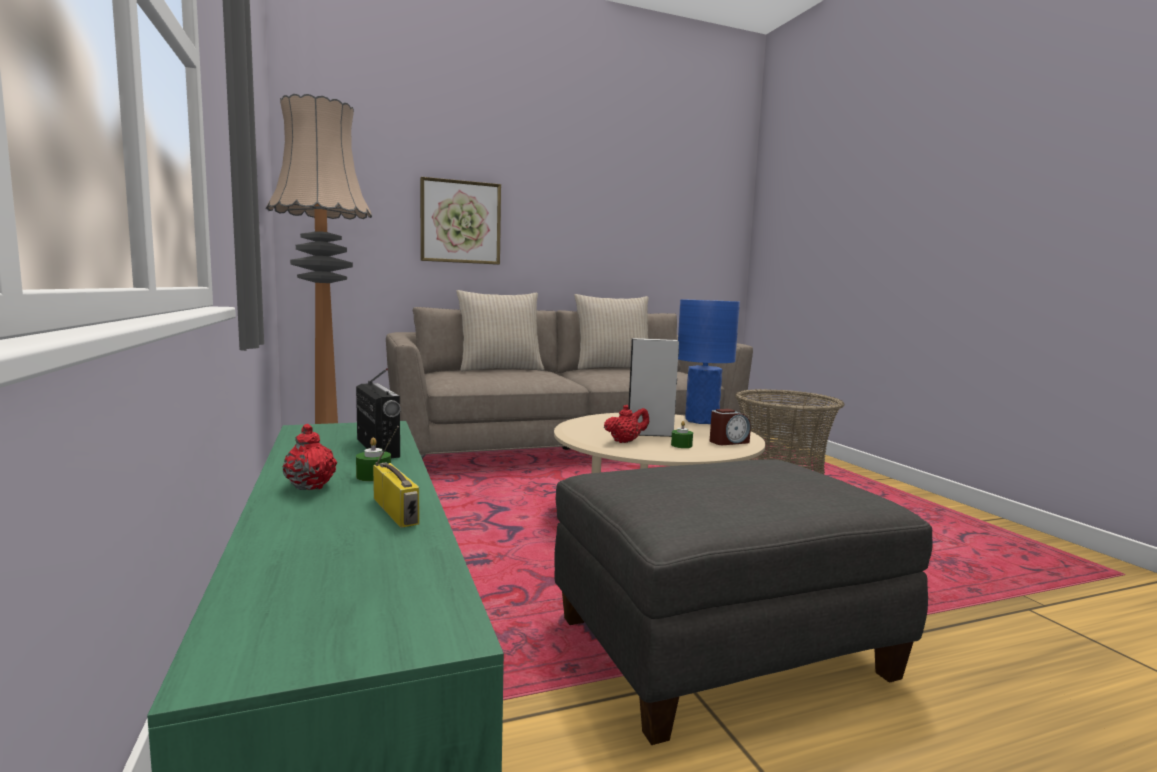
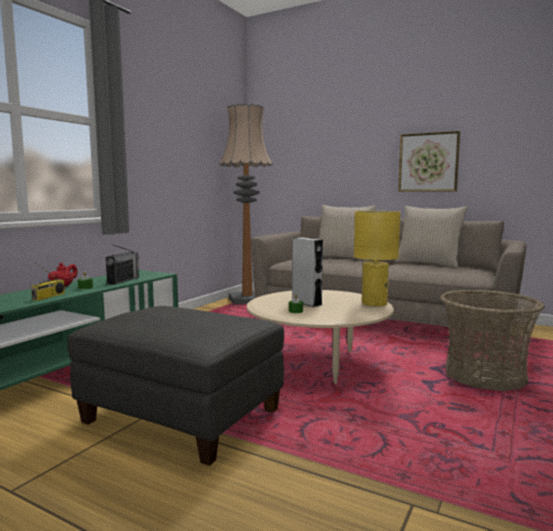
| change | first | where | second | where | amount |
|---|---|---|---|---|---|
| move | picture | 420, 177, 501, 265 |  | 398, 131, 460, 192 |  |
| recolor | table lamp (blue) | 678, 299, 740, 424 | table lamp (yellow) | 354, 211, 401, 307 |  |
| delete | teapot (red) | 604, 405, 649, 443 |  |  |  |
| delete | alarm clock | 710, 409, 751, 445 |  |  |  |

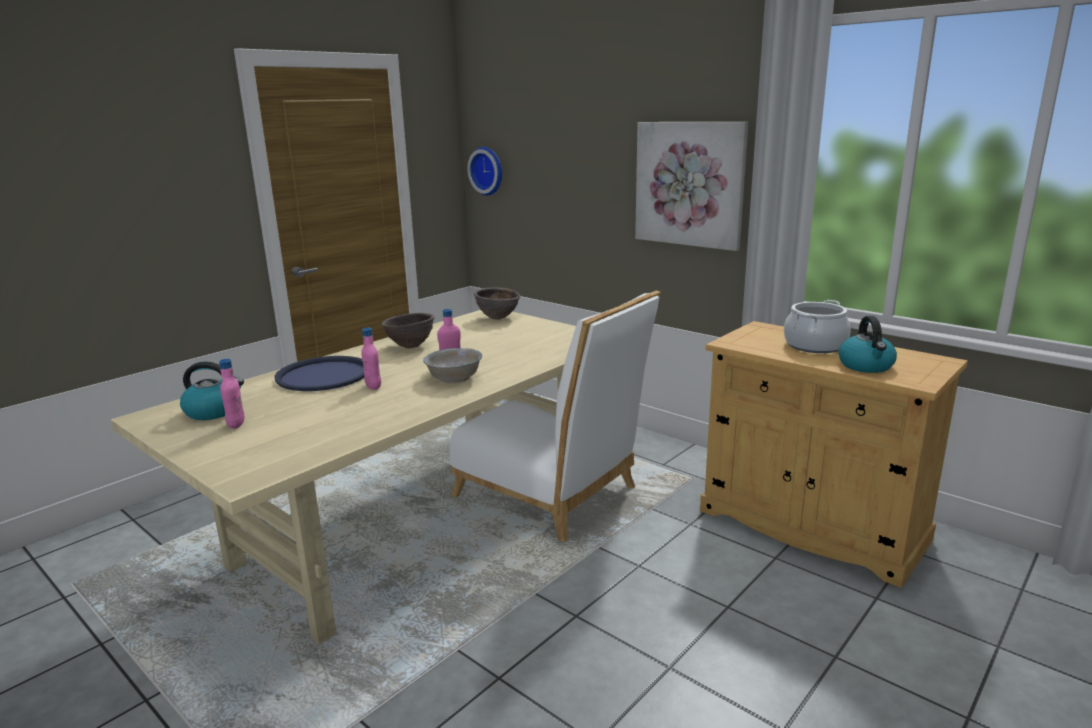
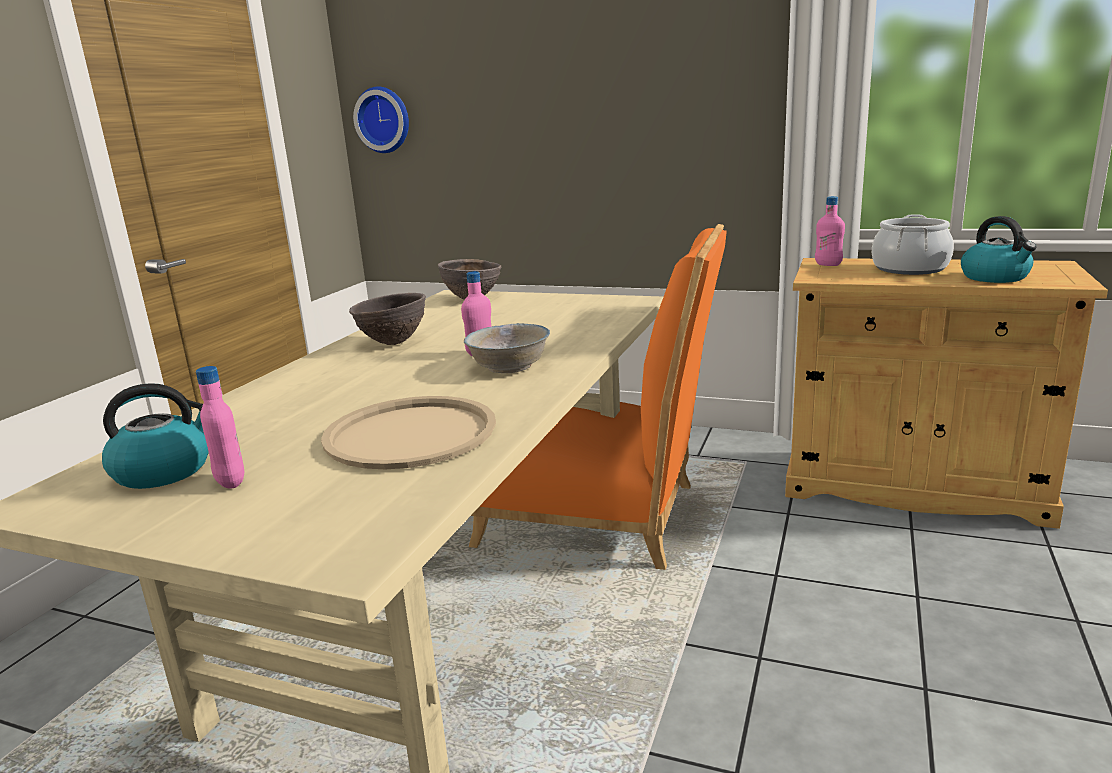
| change | first | where | second | where | amount |
|---|---|---|---|---|---|
| delete | picture | 635, 122, 748, 251 |  |  |  |
| recolor | chair (white) | 450, 290, 661, 542 | chair (orange) | 469, 224, 727, 570 |  |
| move | bottle (pink) | 361, 328, 381, 390 |  | 815, 196, 845, 266 |  |
| delete | tray (blue) | 274, 356, 364, 391 |  |  |  |
| insert |  |  | tray (beige) | 321, 396, 496, 469 |  |

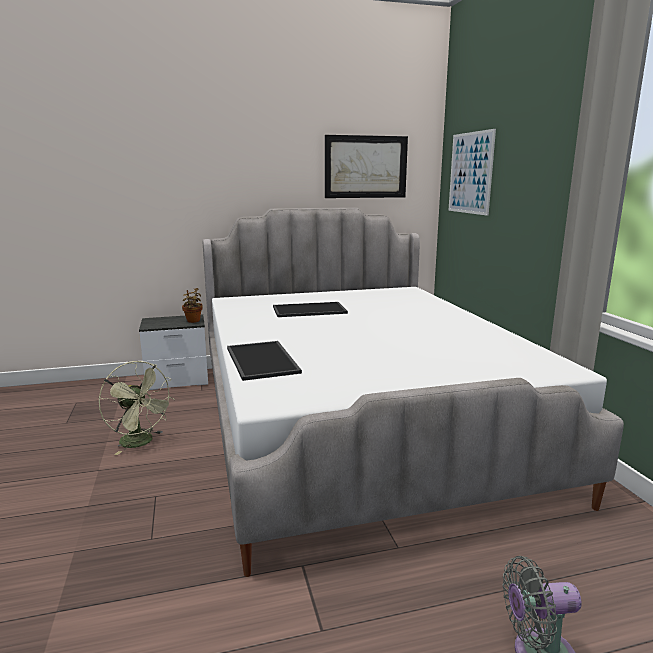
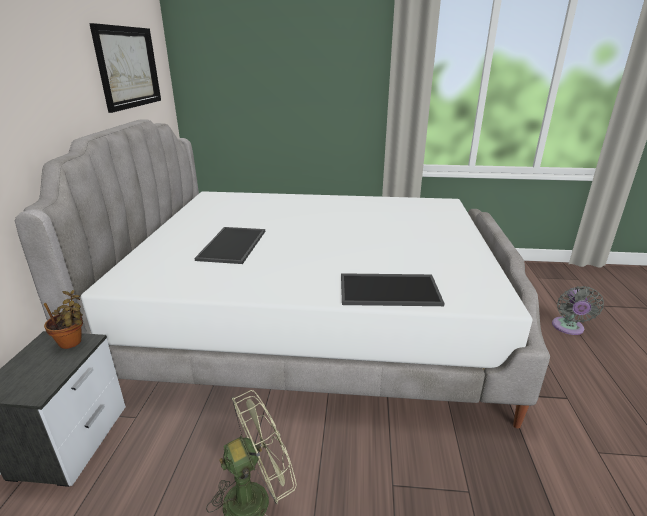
| change | first | where | second | where | amount |
|---|---|---|---|---|---|
| delete | picture | 448, 129, 496, 216 |  |  |  |

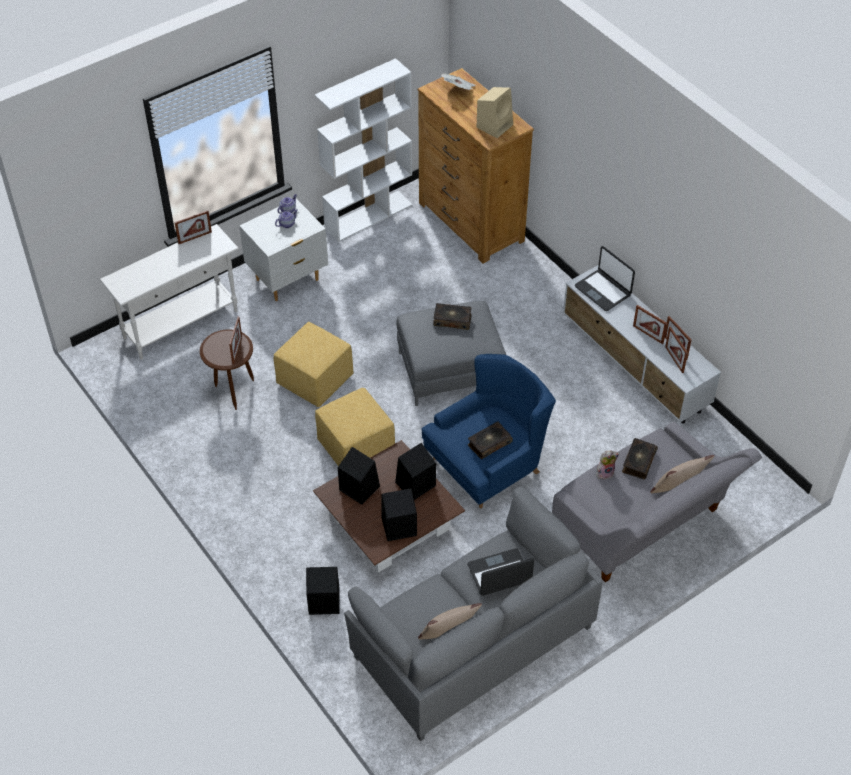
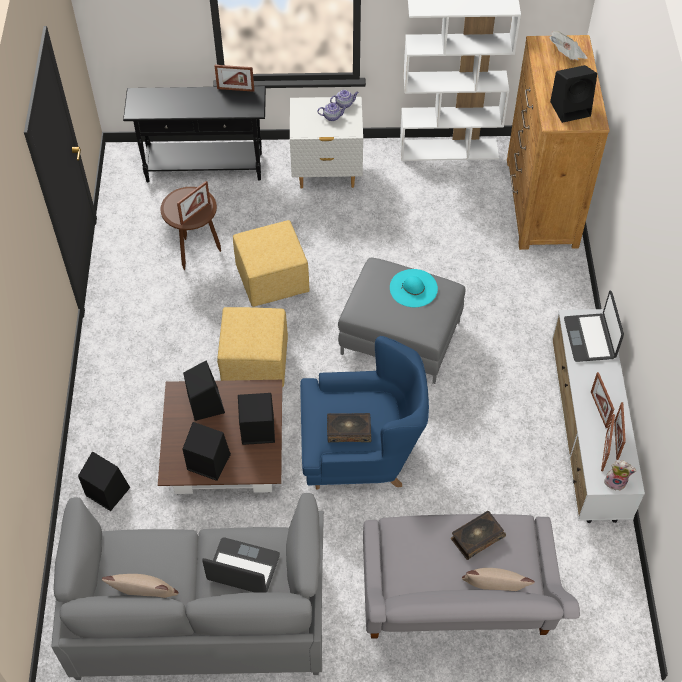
| change | first | where | second | where | amount |
|---|---|---|---|---|---|
| recolor | speaker (beige) | 477, 87, 513, 138 | speaker (black) | 550, 65, 597, 123 |  |
| recolor | console table (white) | 100, 224, 239, 360 | console table (black) | 123, 86, 266, 182 |  |
| replace | book | 433, 303, 471, 330 | hat (turquoise) | 390, 269, 438, 307 |  |
| move | plush toy | 596, 450, 620, 480 |  | 604, 460, 637, 491 |  |

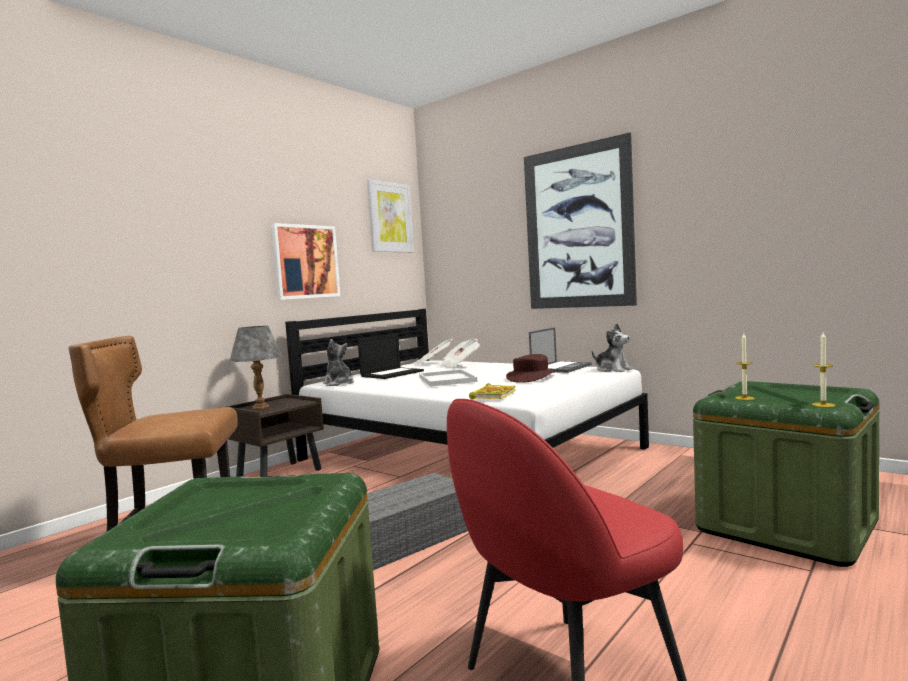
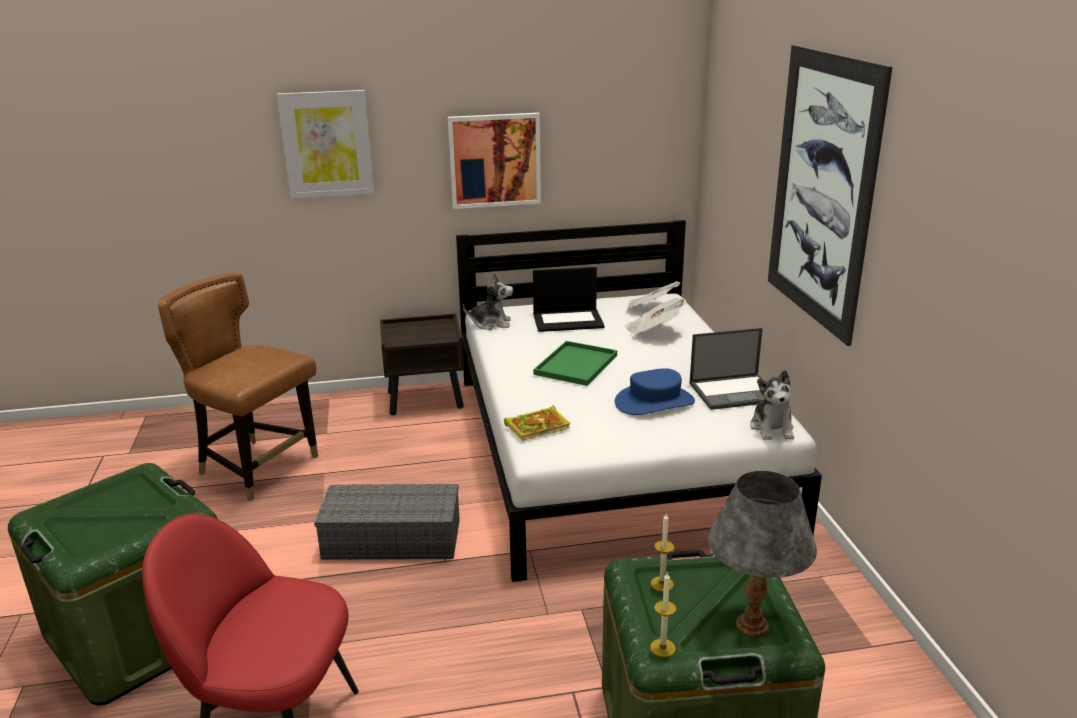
| change | first | where | second | where | amount |
|---|---|---|---|---|---|
| move | picture | 367, 179, 414, 252 |  | 277, 90, 374, 199 |  |
| move | table lamp (grey) | 230, 326, 282, 409 |  | 708, 471, 817, 637 |  |
| rotate | plush toy | 323, 339, 354, 386 |  | 463, 273, 513, 330 | 90 degrees clockwise |
| recolor | hat (brown) | 506, 354, 556, 383 | hat (blue) | 615, 368, 695, 415 |  |
| recolor | tray (white) | 419, 369, 477, 387 | tray (green) | 533, 341, 617, 386 |  |

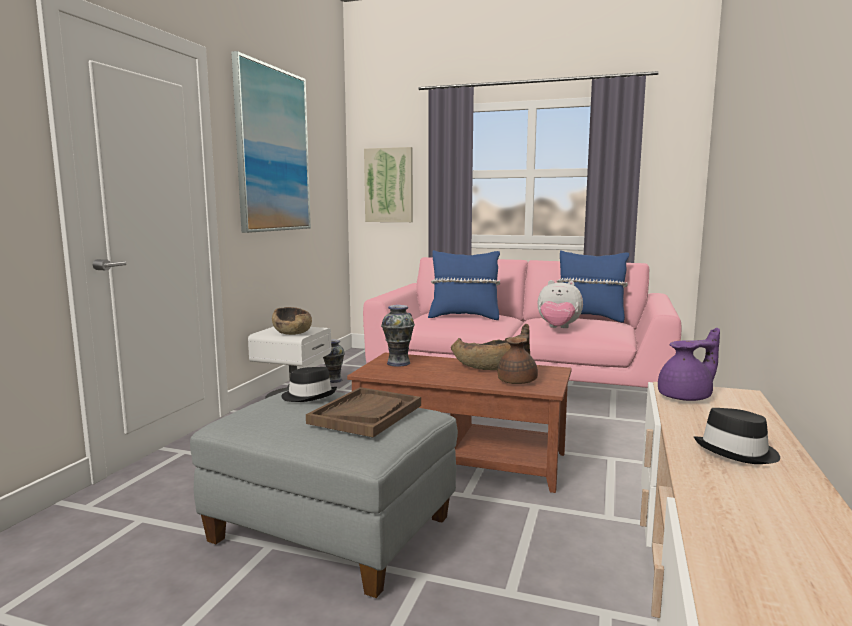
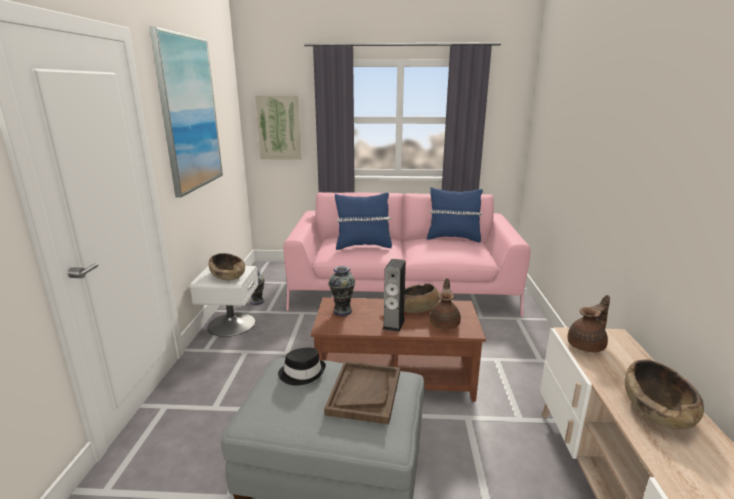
| change | first | where | second | where | amount |
|---|---|---|---|---|---|
| delete | plush toy | 538, 280, 583, 328 |  |  |  |
| recolor | teapot (purple) | 658, 328, 720, 401 | teapot (brown) | 568, 295, 610, 352 |  |
| replace | hat (black) | 694, 408, 780, 464 | bowl (brown) | 624, 359, 704, 429 |  |
| insert |  |  | speaker | 383, 259, 406, 332 |  |

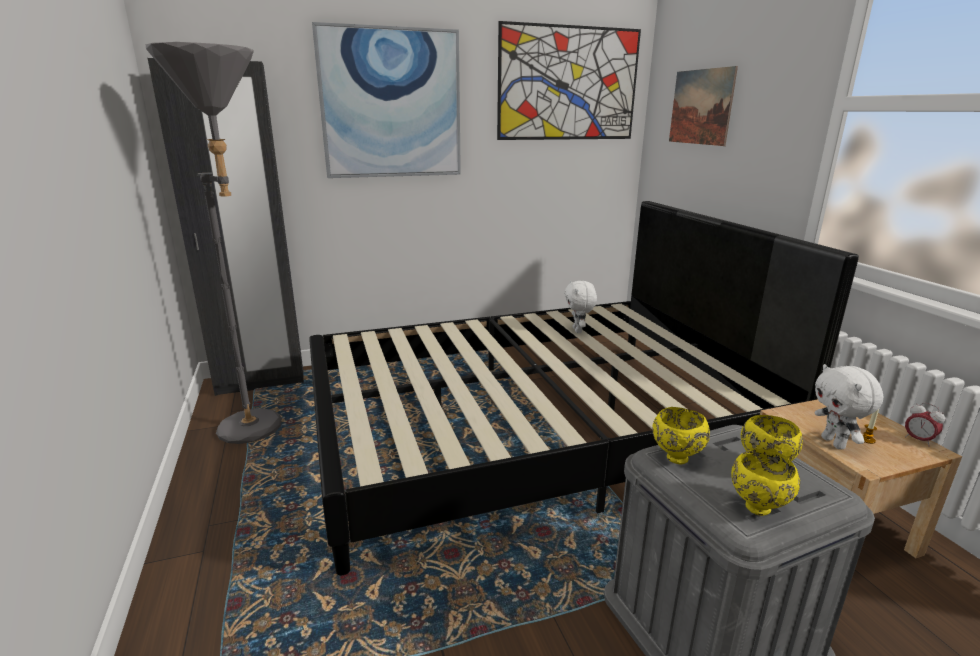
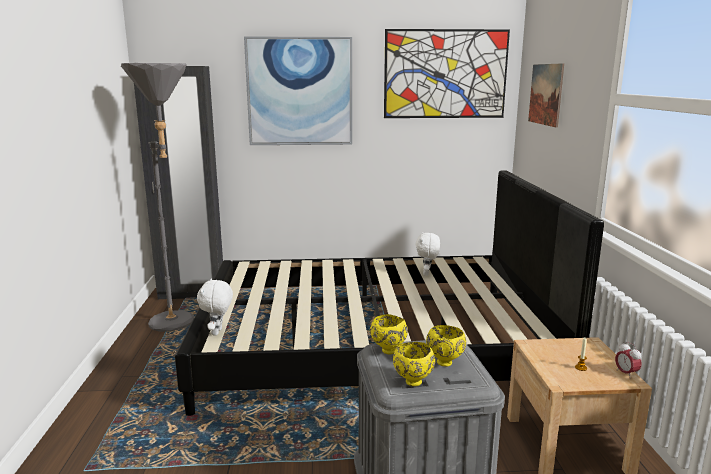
| change | first | where | second | where | amount |
|---|---|---|---|---|---|
| move | plush toy (white) | 815, 364, 883, 450 |  | 197, 279, 233, 336 |  |

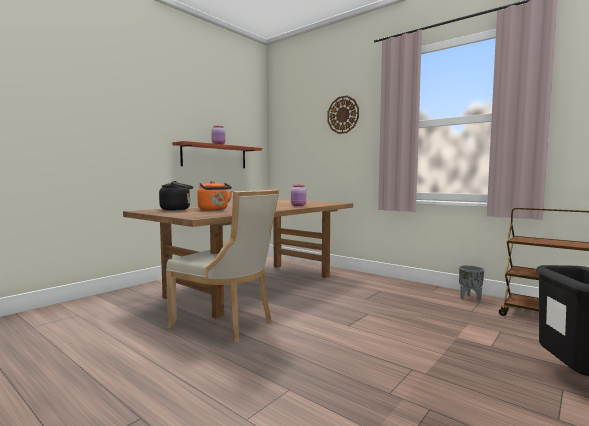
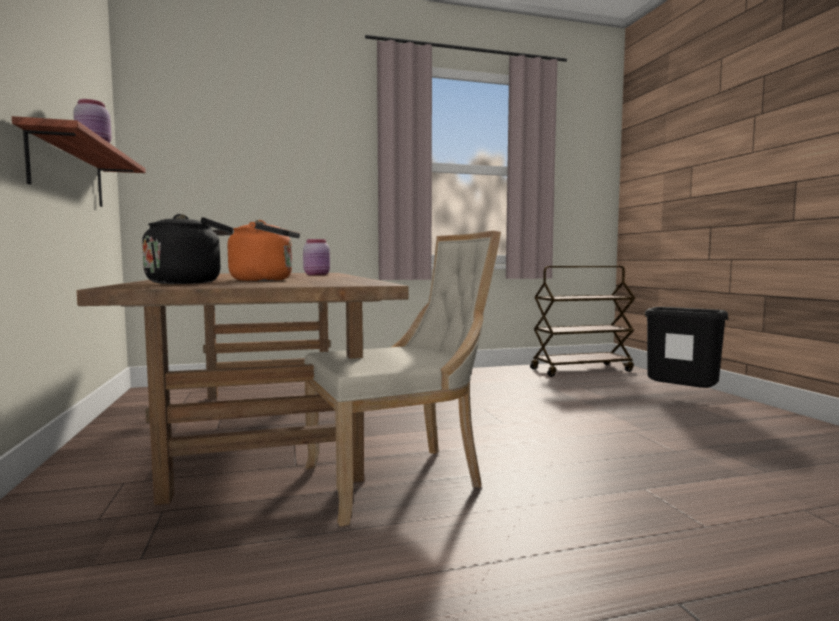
| change | first | where | second | where | amount |
|---|---|---|---|---|---|
| delete | wall clock | 327, 96, 359, 134 |  |  |  |
| delete | planter (grey) | 459, 265, 484, 301 |  |  |  |

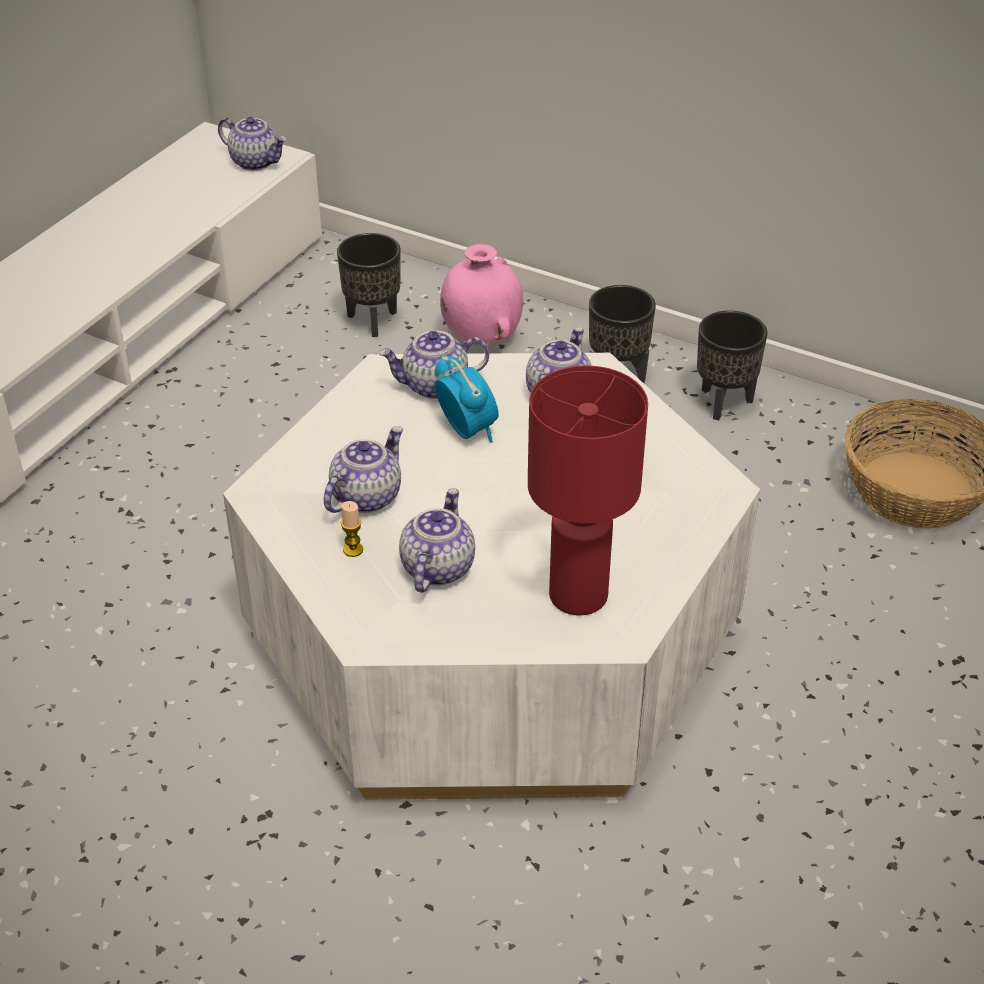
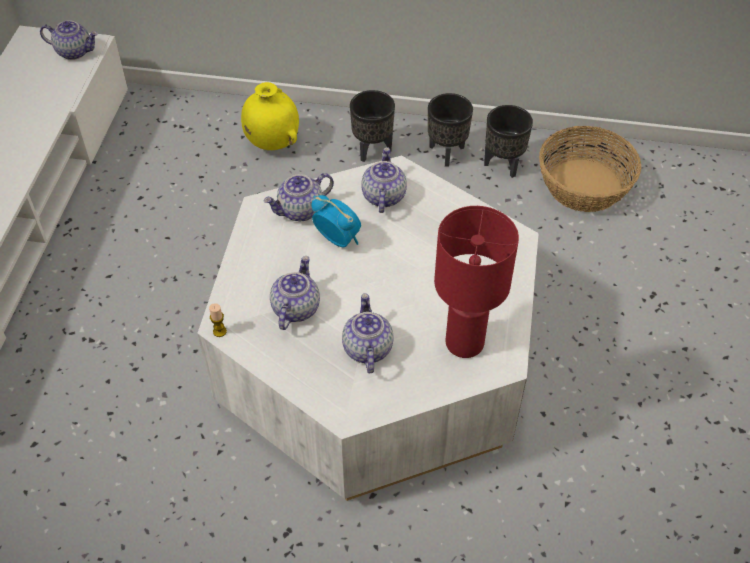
| change | first | where | second | where | amount |
|---|---|---|---|---|---|
| move | planter (black) | 337, 233, 401, 337 |  | 484, 105, 533, 178 |  |
| recolor | vase (pink) | 440, 244, 523, 344 | vase (yellow) | 241, 82, 299, 150 |  |
| move | candle | 341, 501, 363, 557 |  | 209, 303, 227, 337 |  |

